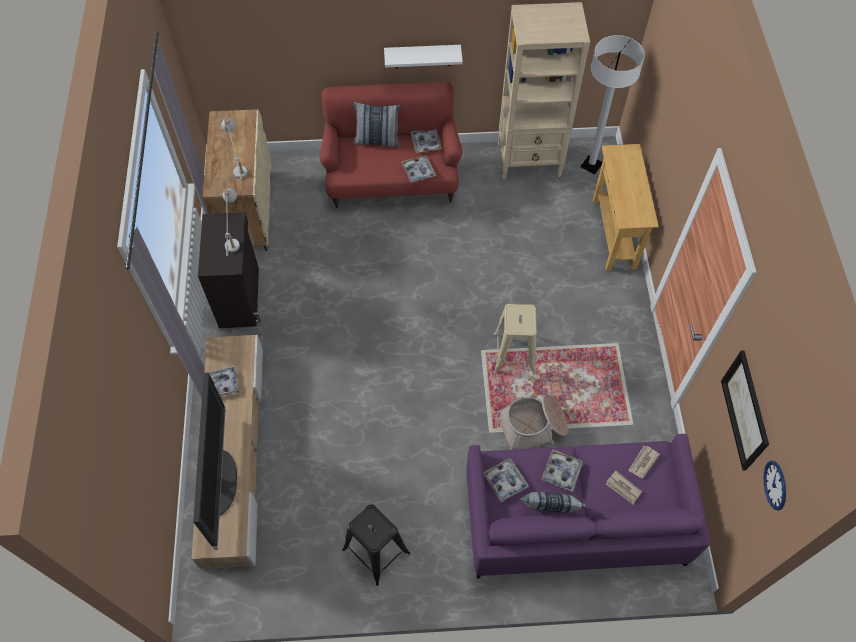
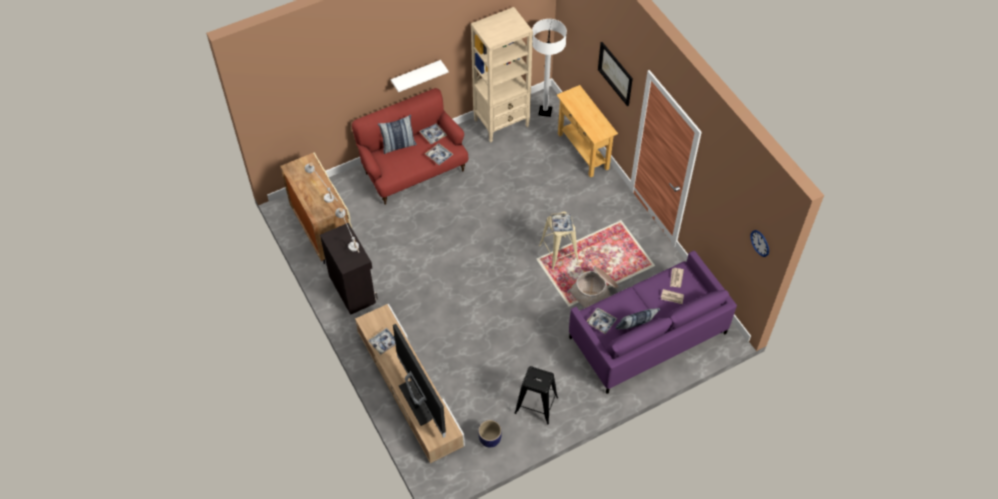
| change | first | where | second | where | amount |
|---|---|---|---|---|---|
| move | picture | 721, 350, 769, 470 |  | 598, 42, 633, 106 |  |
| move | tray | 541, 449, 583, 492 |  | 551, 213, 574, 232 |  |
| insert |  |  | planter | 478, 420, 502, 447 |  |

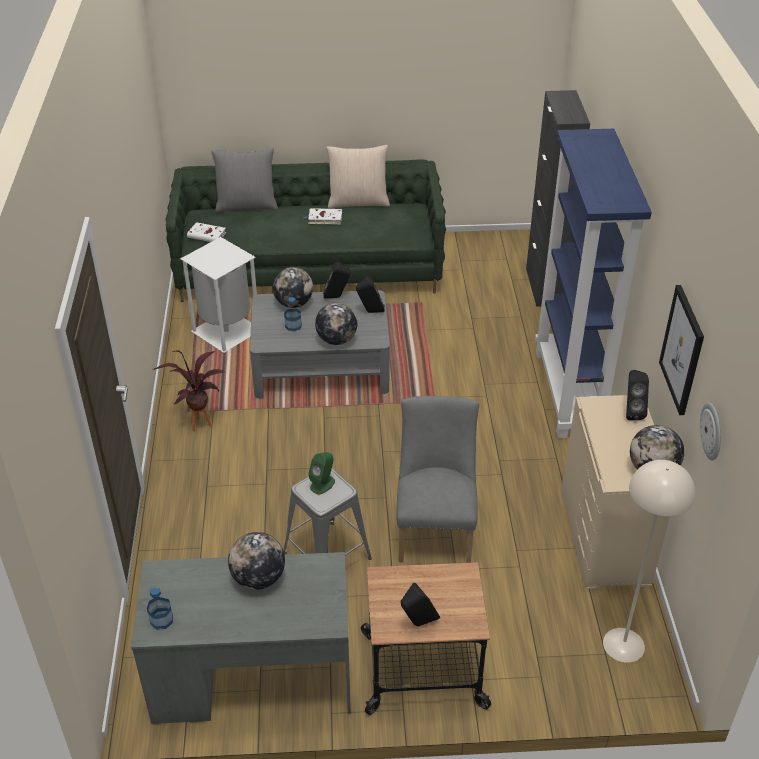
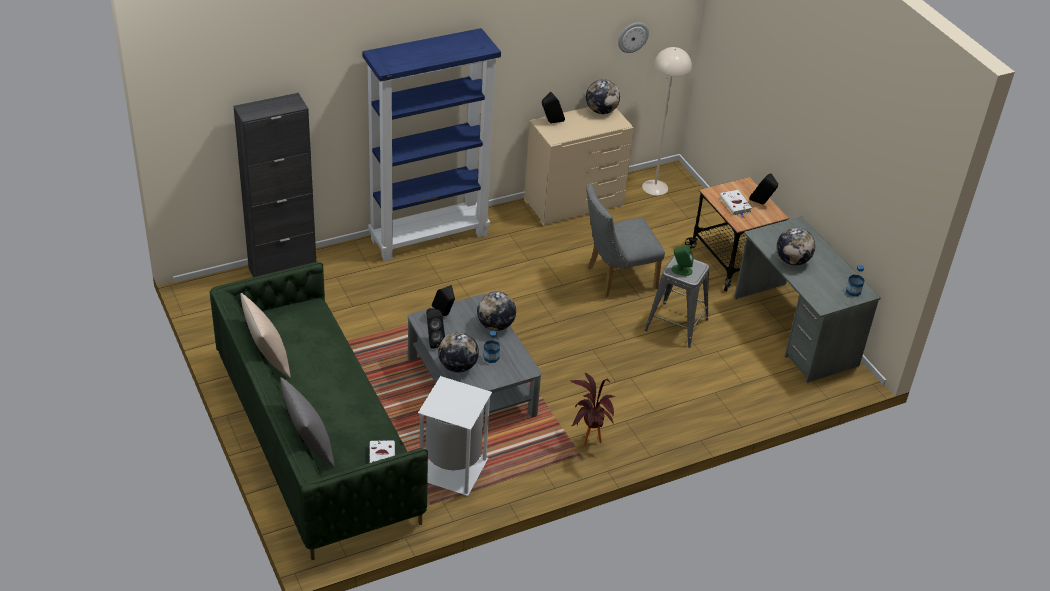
| change | first | where | second | where | amount |
|---|---|---|---|---|---|
| move | book (white) | 304, 208, 342, 225 |  | 719, 190, 752, 218 |  |
| delete | picture | 659, 285, 704, 415 |  |  |  |

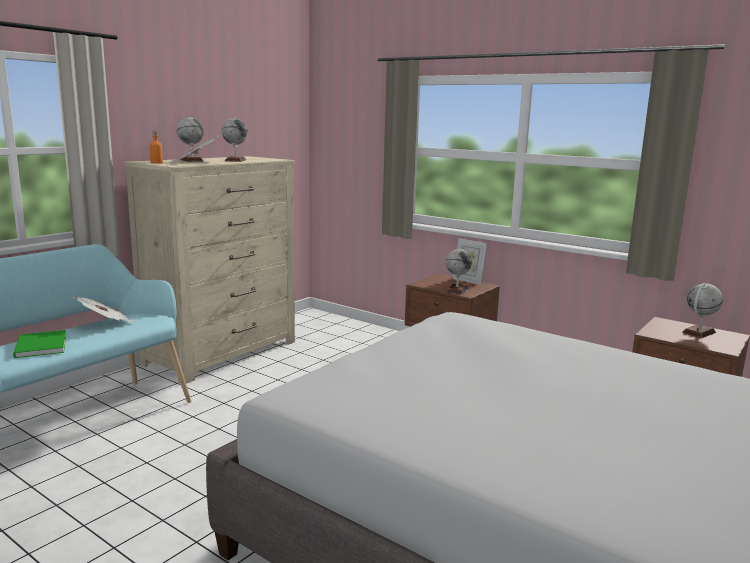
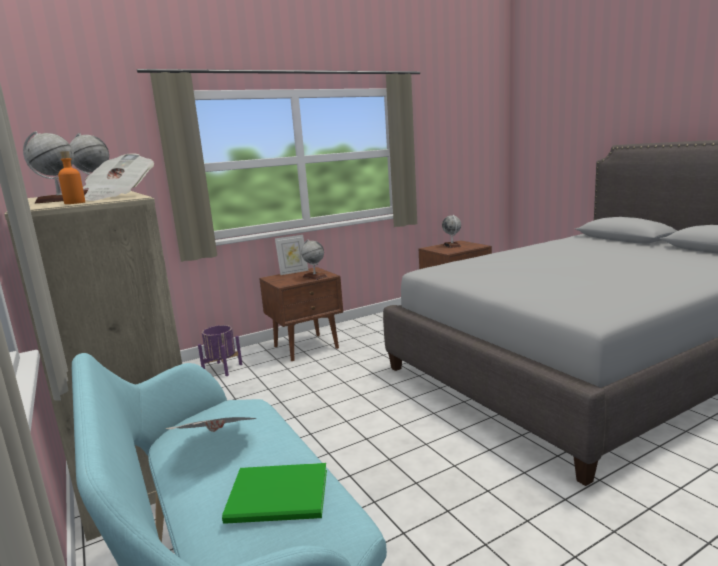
| change | first | where | second | where | amount |
|---|---|---|---|---|---|
| insert |  |  | planter (purple) | 198, 325, 242, 376 |  |

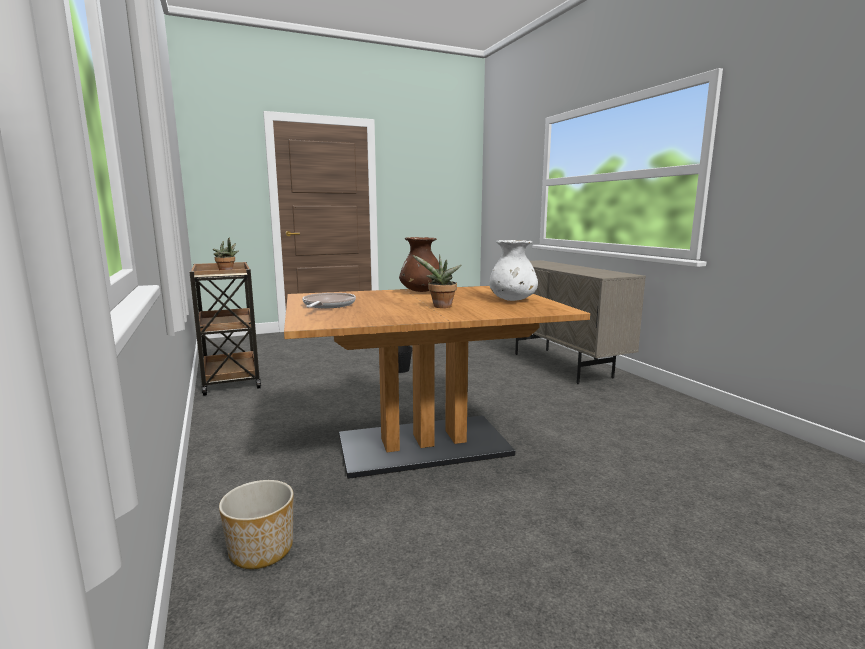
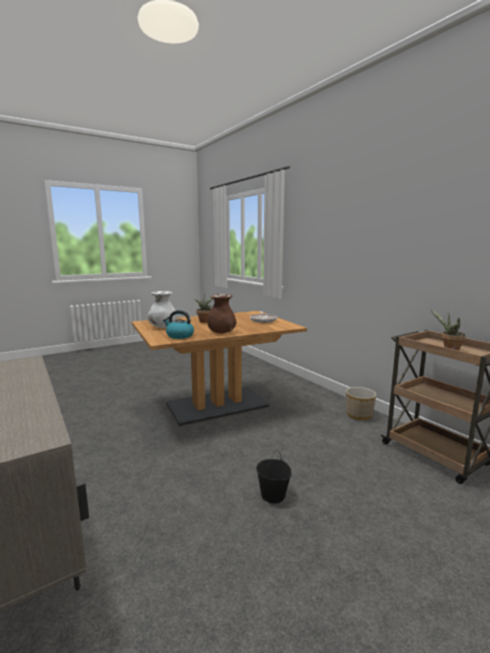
| change | first | where | second | where | amount |
|---|---|---|---|---|---|
| move | planter | 219, 480, 293, 569 |  | 346, 387, 376, 420 |  |
| insert |  |  | kettle | 163, 310, 194, 339 |  |

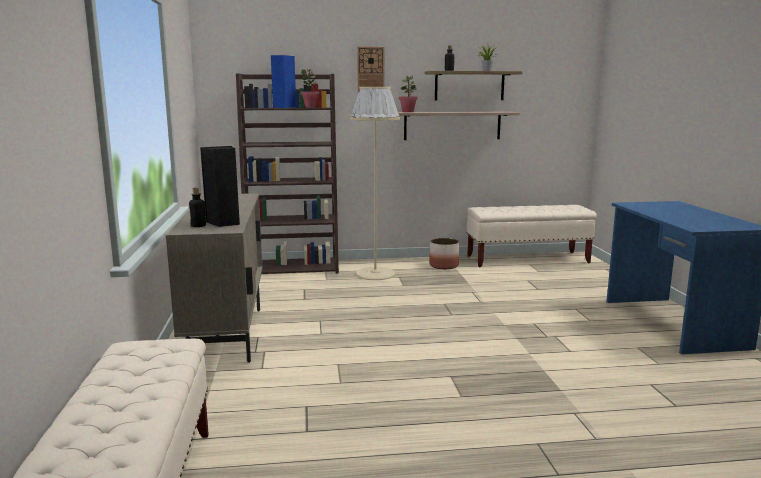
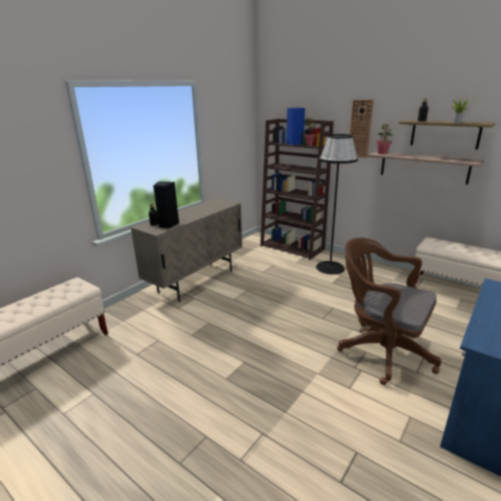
| change | first | where | second | where | amount |
|---|---|---|---|---|---|
| recolor | floor lamp (beige) | 350, 87, 400, 280 | floor lamp (black) | 316, 134, 358, 274 |  |
| delete | planter | 429, 238, 459, 269 |  |  |  |
| insert |  |  | office chair (brown) | 337, 237, 441, 385 |  |

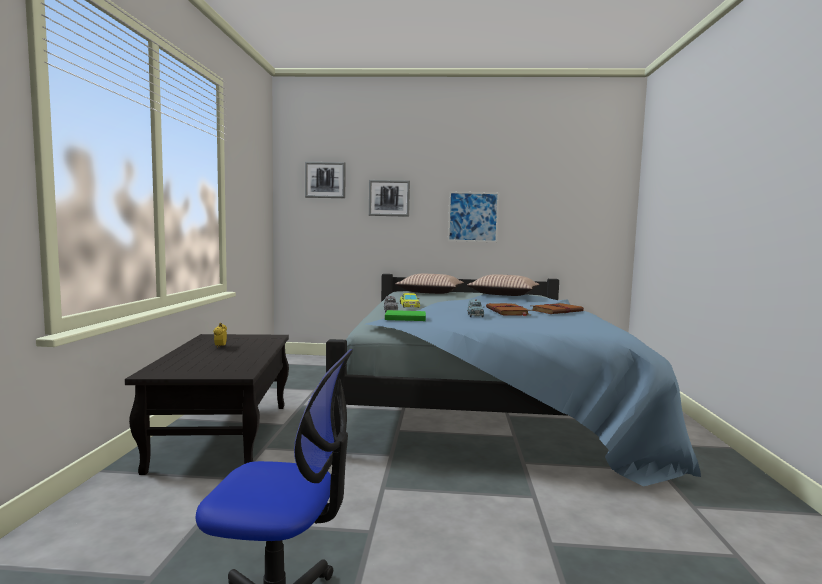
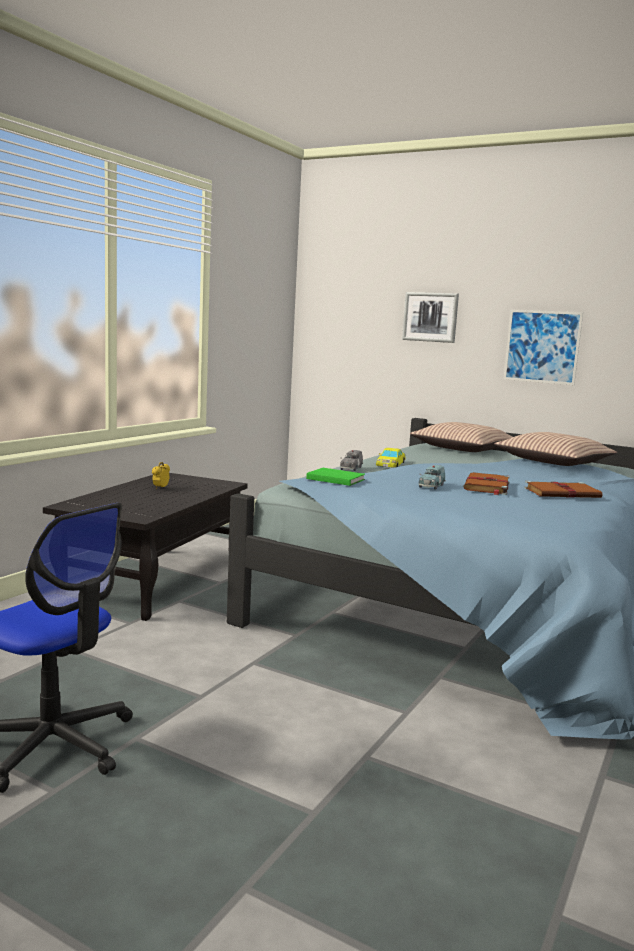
| change | first | where | second | where | amount |
|---|---|---|---|---|---|
| delete | picture | 305, 162, 346, 198 |  |  |  |

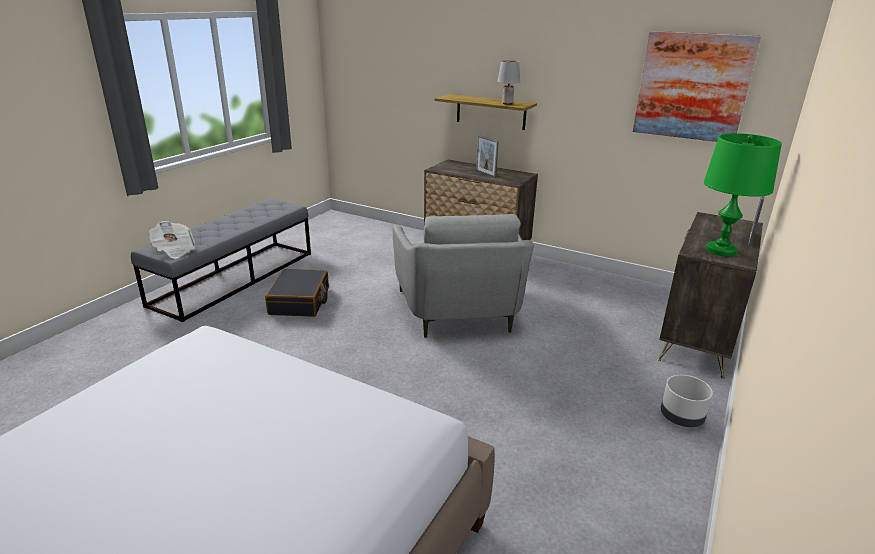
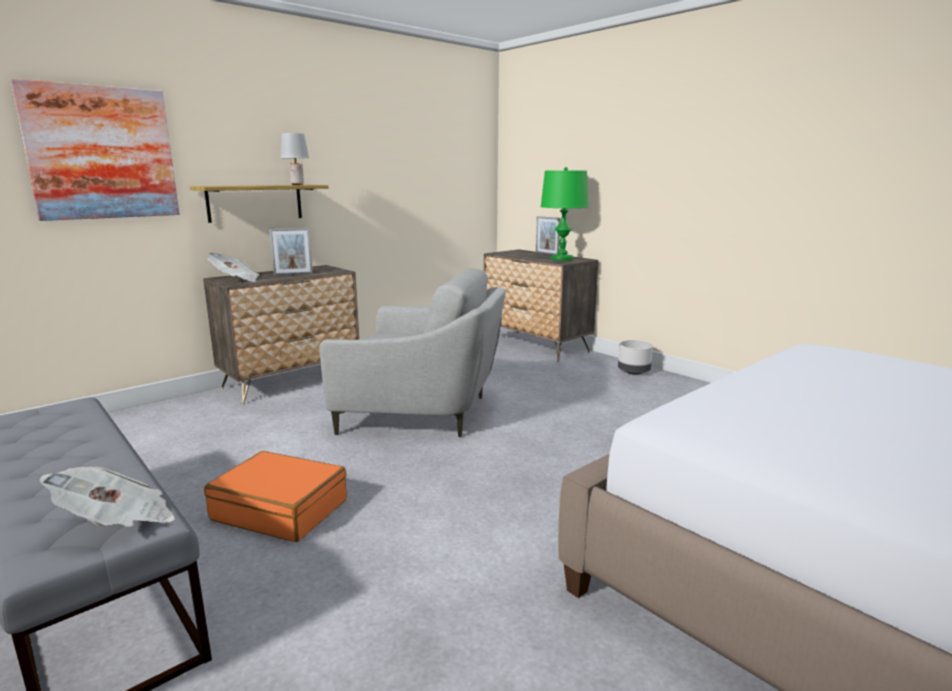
| change | first | where | second | where | amount |
|---|---|---|---|---|---|
| move | picture | 633, 31, 761, 142 |  | 10, 79, 180, 221 |  |
| recolor | suitcase (black) | 265, 268, 329, 317 | suitcase (orange) | 204, 451, 347, 542 |  |
| insert |  |  | newspaper | 207, 252, 259, 282 |  |

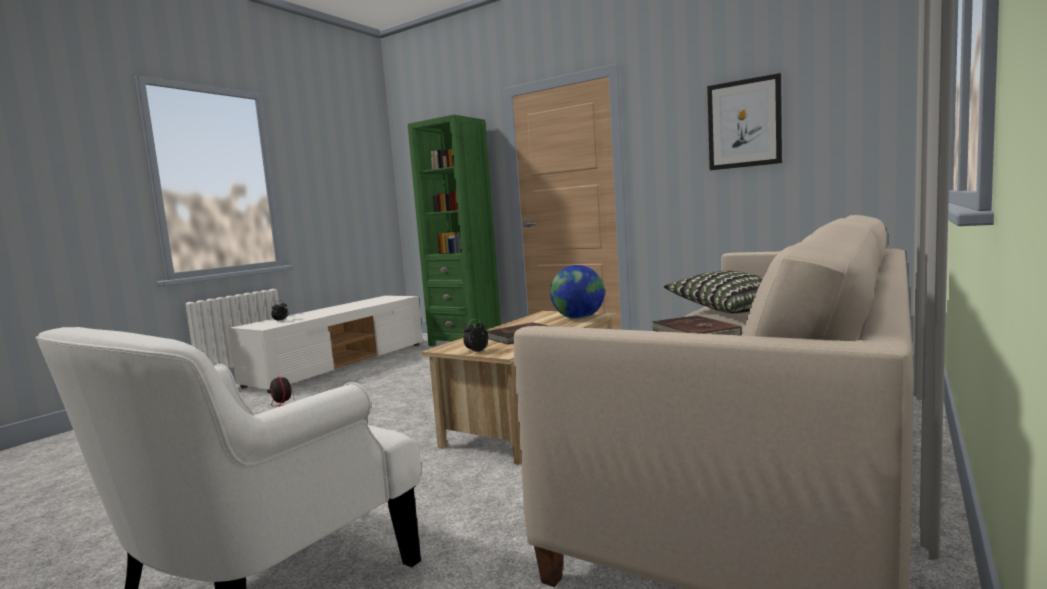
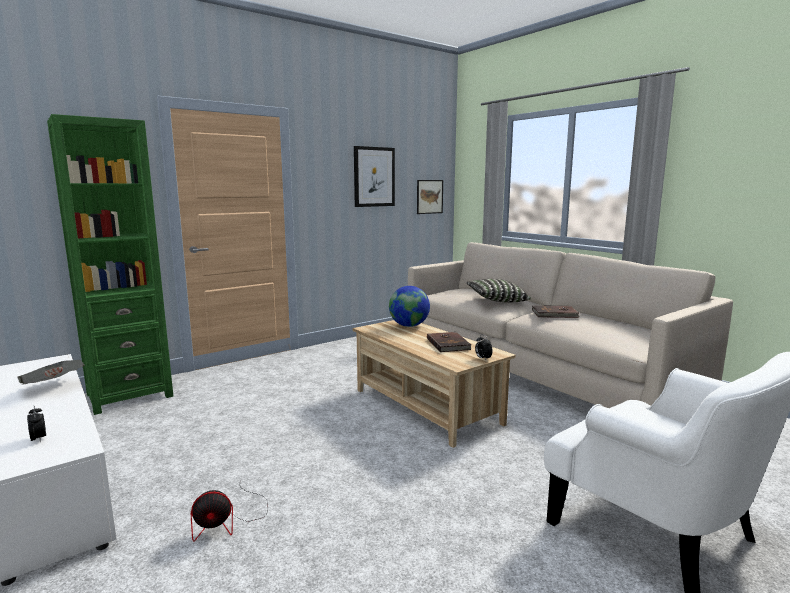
| change | first | where | second | where | amount |
|---|---|---|---|---|---|
| insert |  |  | picture | 417, 180, 443, 214 |  |
| insert |  |  | newspaper | 17, 360, 84, 385 |  |

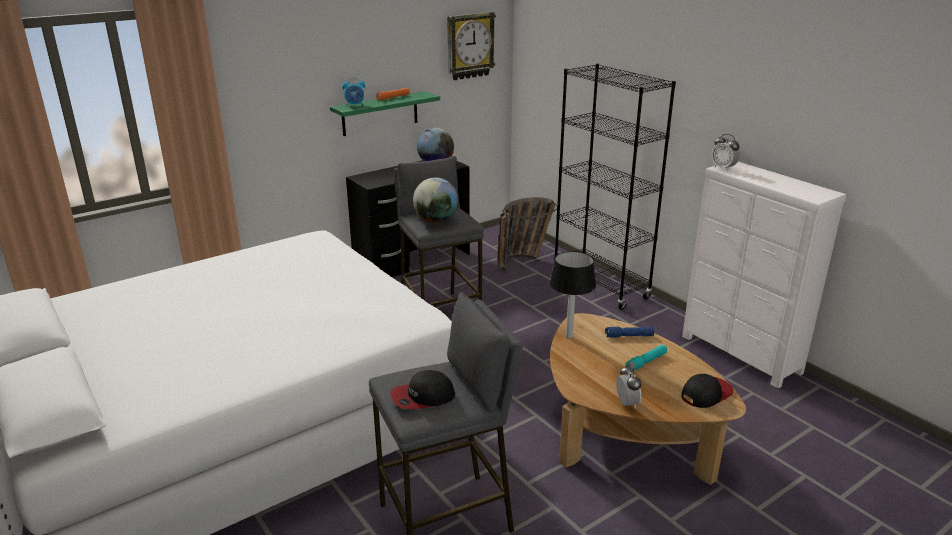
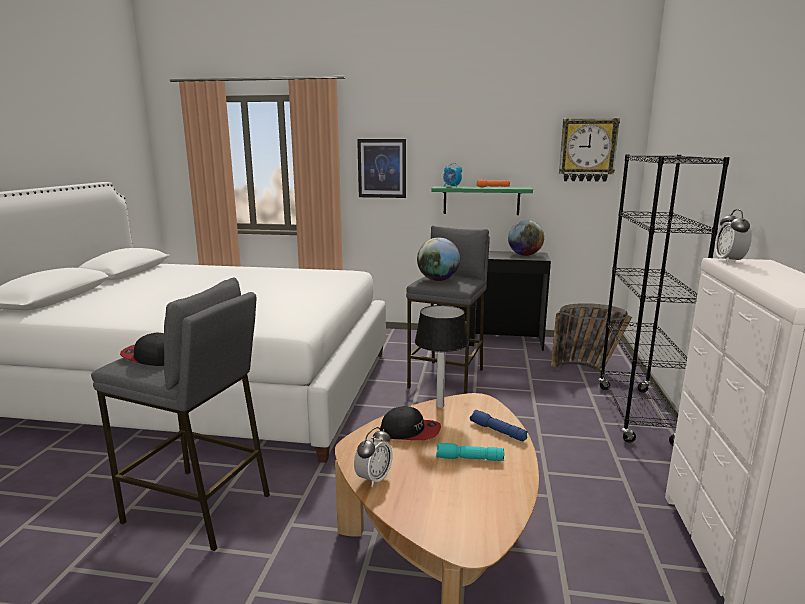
| change | first | where | second | where | amount |
|---|---|---|---|---|---|
| move | cap | 681, 374, 734, 408 |  | 380, 406, 441, 440 |  |
| insert |  |  | picture | 357, 139, 406, 198 |  |

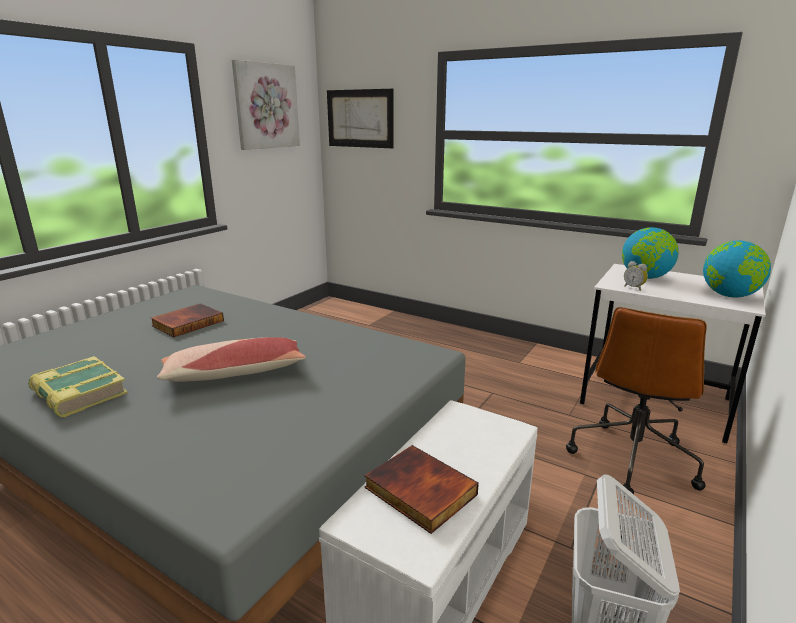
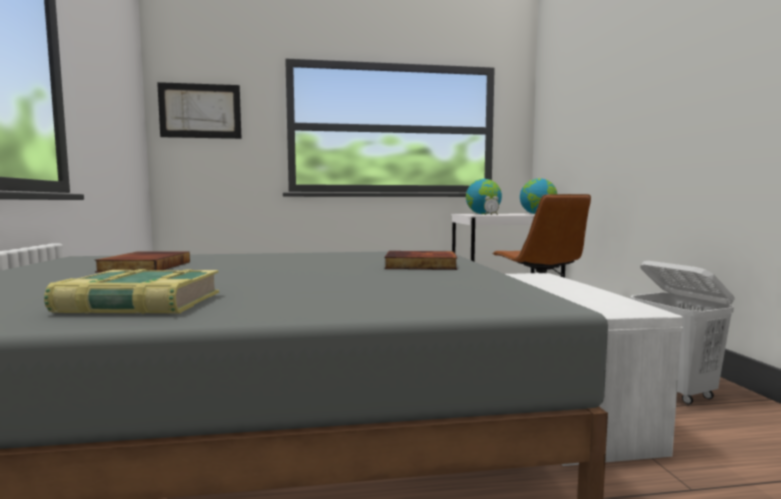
| change | first | where | second | where | amount |
|---|---|---|---|---|---|
| delete | picture | 232, 59, 300, 150 |  |  |  |
| delete | pillow | 157, 337, 306, 382 |  |  |  |
| move | book | 365, 445, 479, 534 |  | 385, 251, 457, 270 |  |

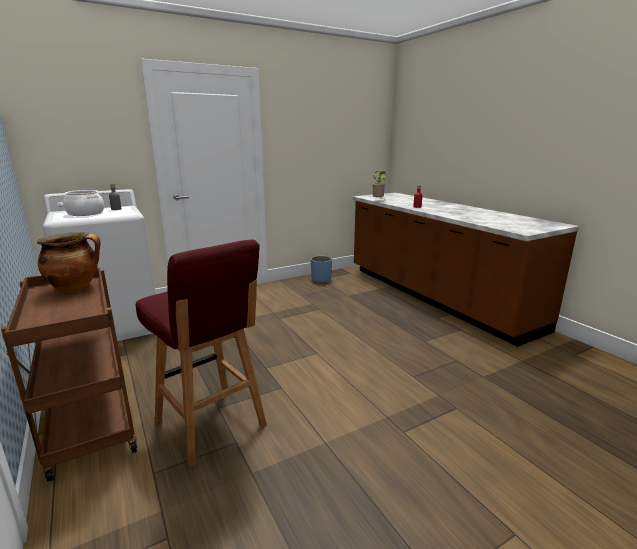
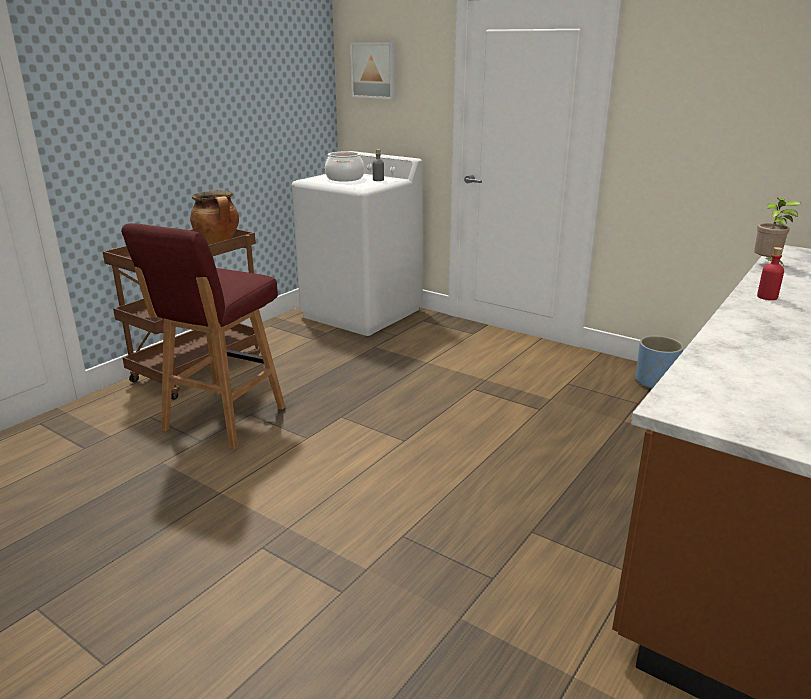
| change | first | where | second | where | amount |
|---|---|---|---|---|---|
| insert |  |  | picture | 350, 43, 396, 99 |  |

